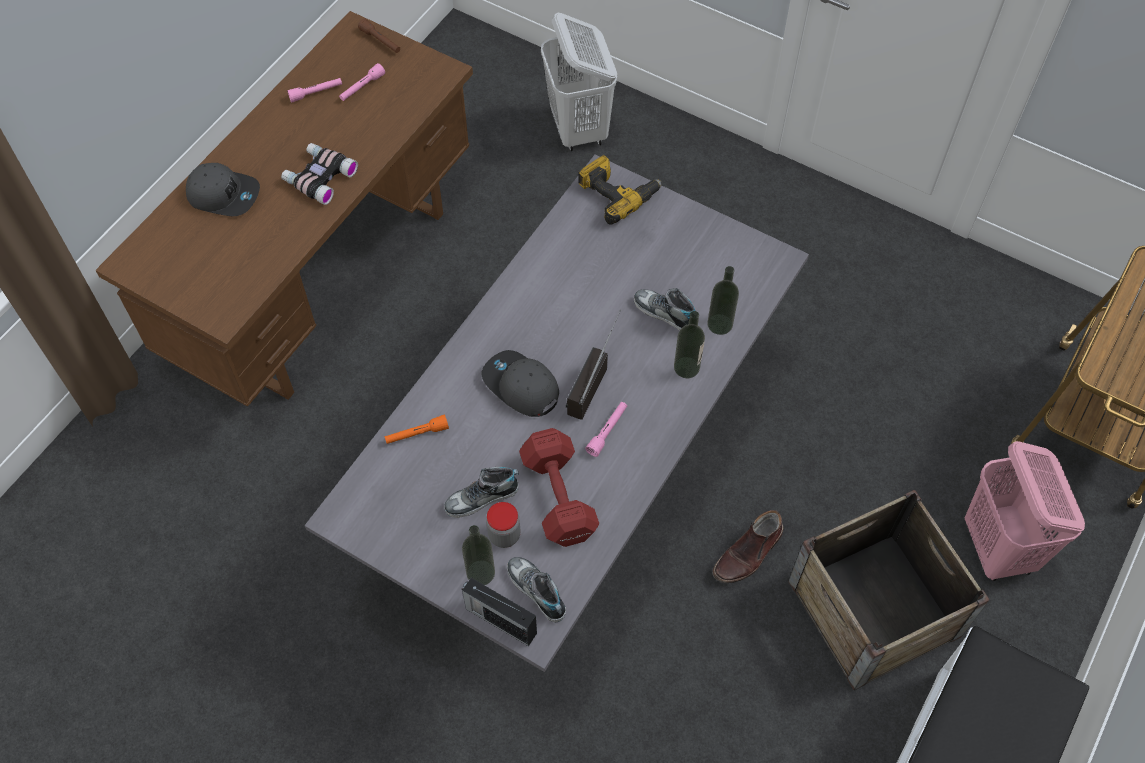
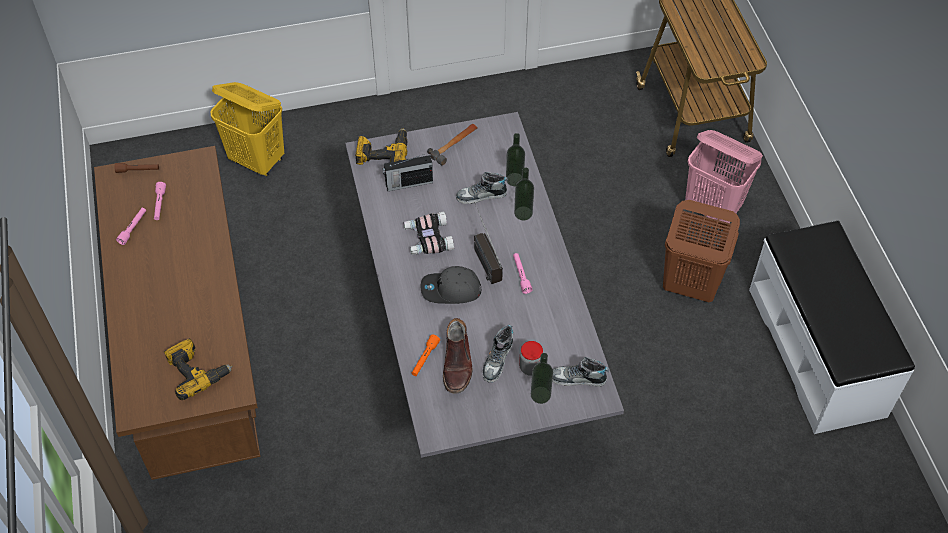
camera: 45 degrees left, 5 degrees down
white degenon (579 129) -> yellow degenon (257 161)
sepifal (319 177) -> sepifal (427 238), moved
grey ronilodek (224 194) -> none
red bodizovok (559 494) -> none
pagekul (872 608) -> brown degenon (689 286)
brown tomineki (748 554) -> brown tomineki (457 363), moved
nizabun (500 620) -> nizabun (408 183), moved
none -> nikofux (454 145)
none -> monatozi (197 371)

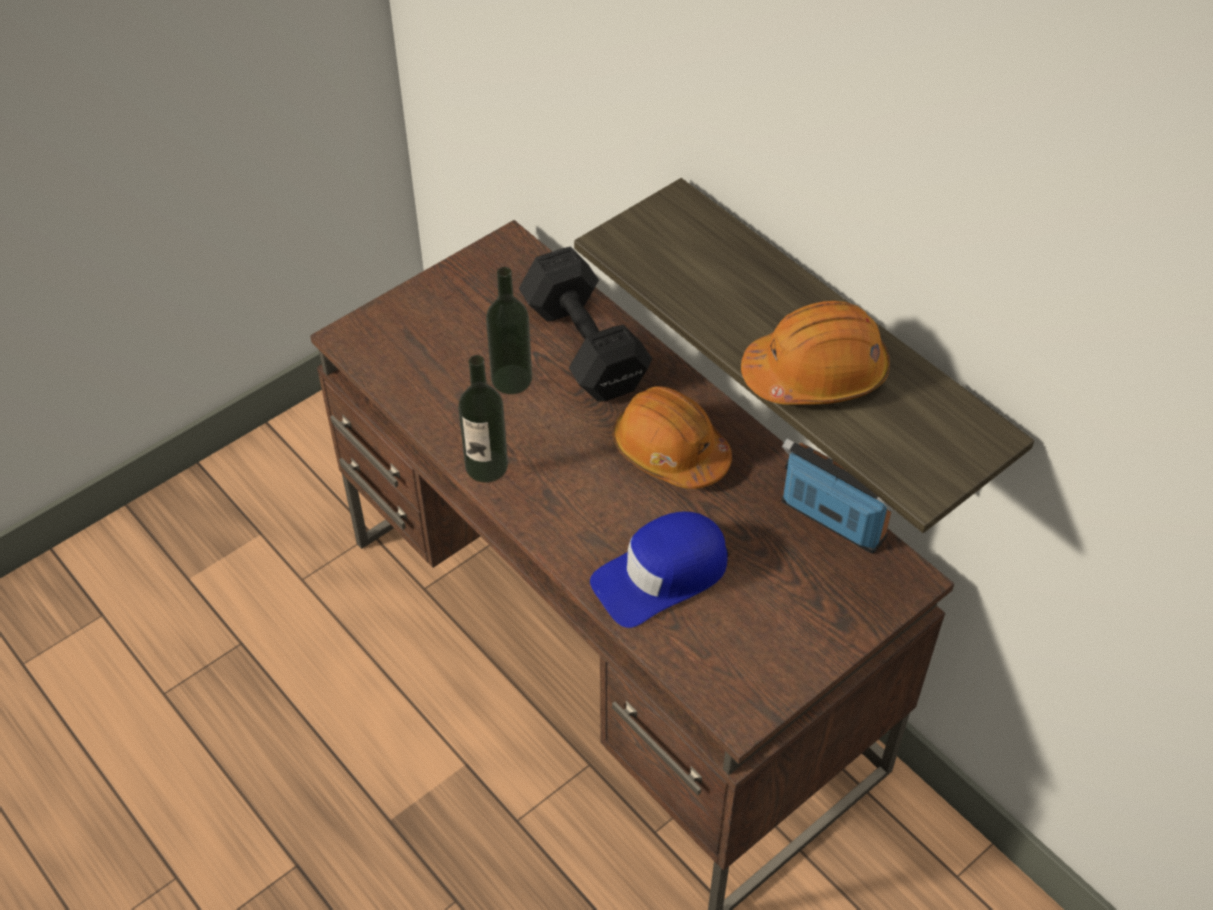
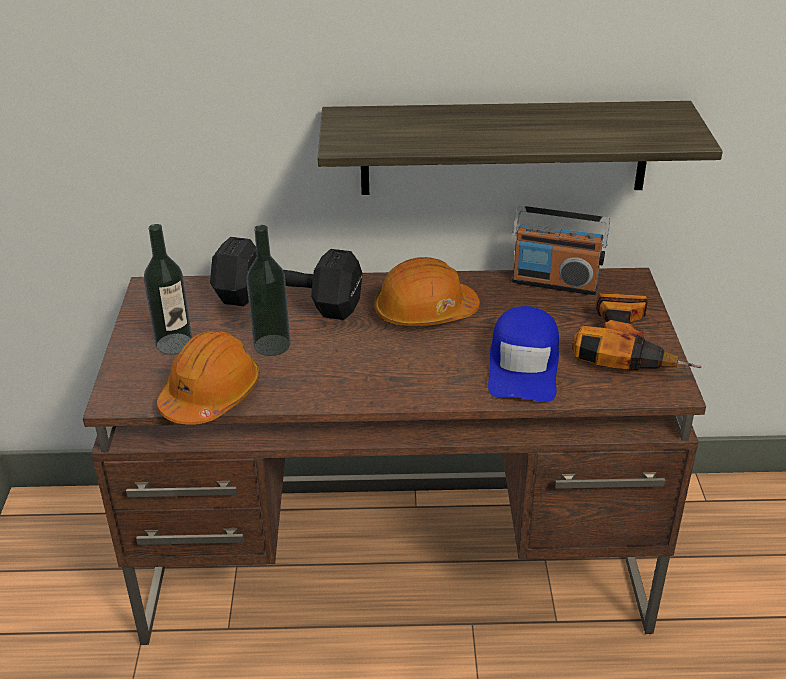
camera: 50 degrees left, 15 degrees down
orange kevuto (816 374) -> orange kevuto (211 395), moved
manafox (486 466) -> manafox (174 344), moved
nizabun (832 520) -> nizabun (555 283), 150 degrees counterclockwise
none -> monatozi (630 346)

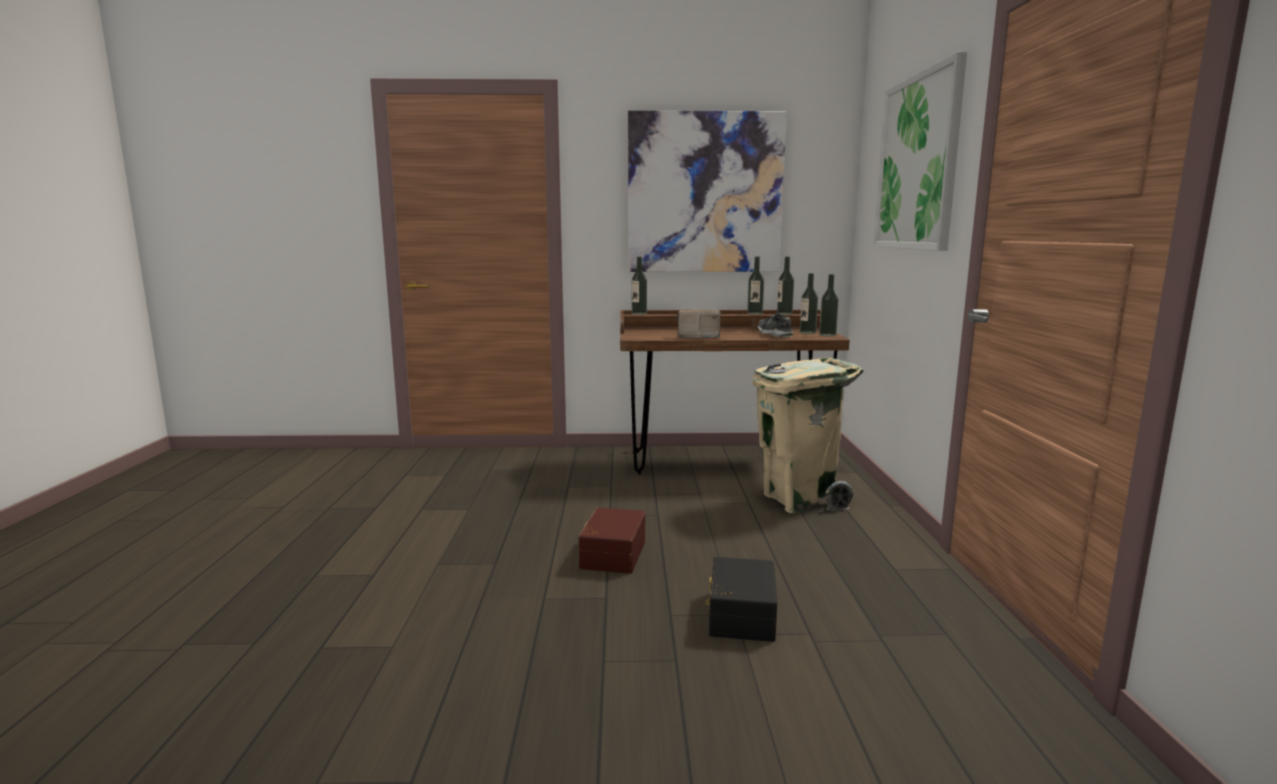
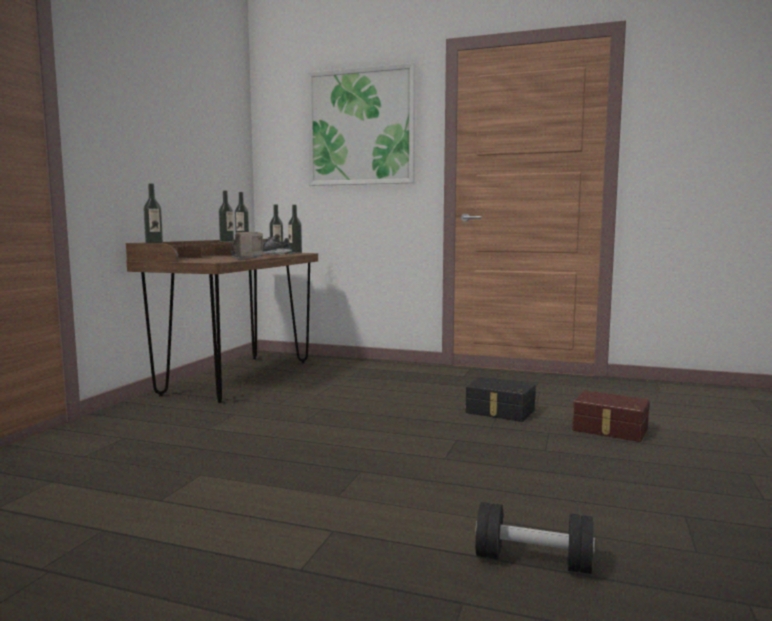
camera: 70 degrees left, 5 degrees down
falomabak (705 193) -> none
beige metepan (799 499) -> none
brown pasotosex (611 554) -> brown pasotosex (610 429), moved
none -> black bodizovok (533 561)

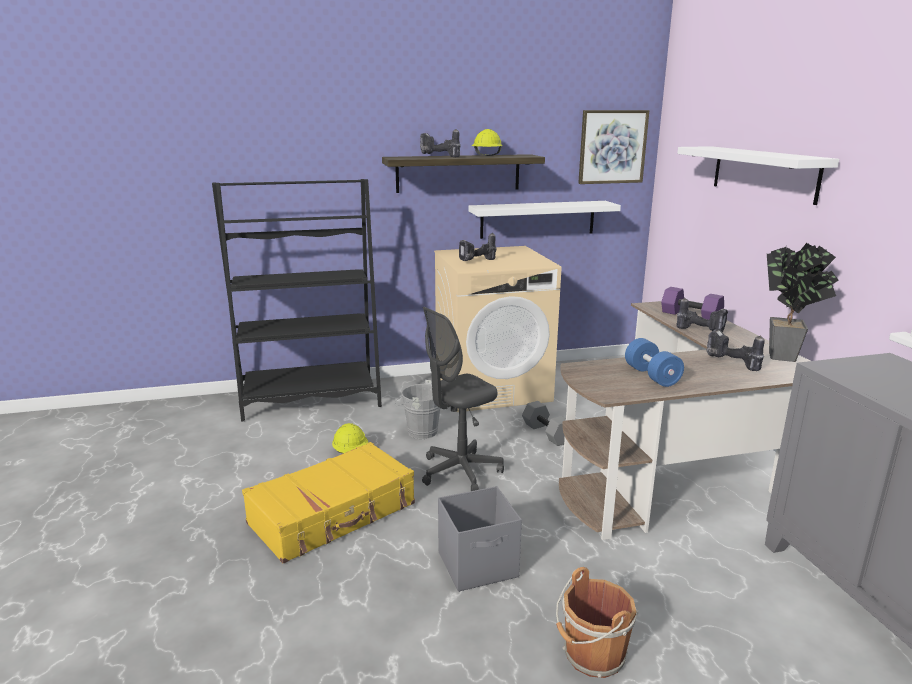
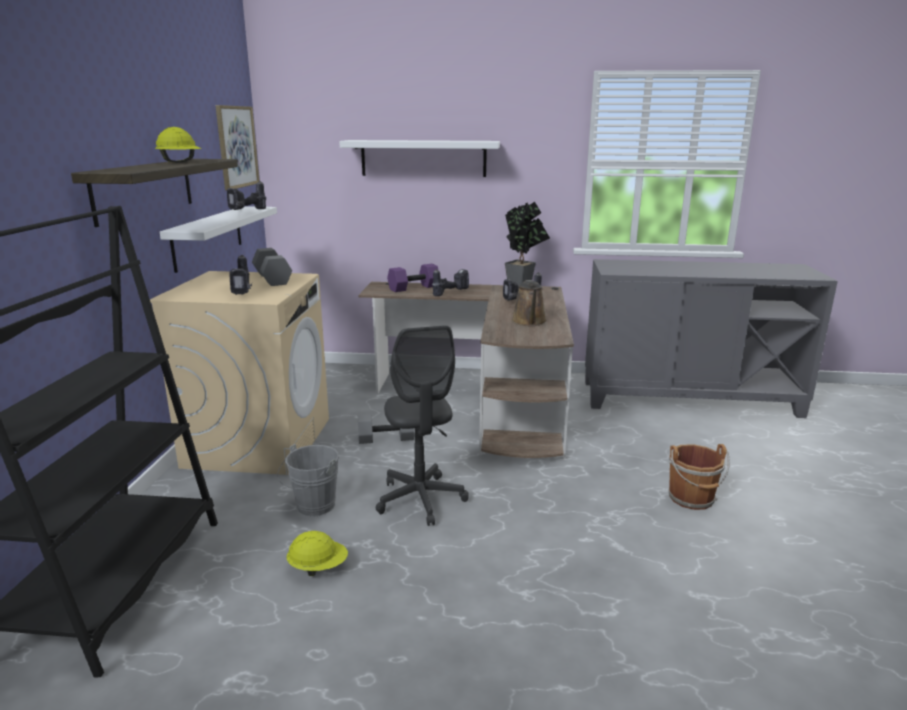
camera: 70 degrees left, 0 degrees up
monatozi (438 156) -> monatozi (248 211), moved
blue bodizovok (652 376) -> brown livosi (529 322)
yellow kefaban (333 514) -> none
grey pasotosex (479 565) -> none
none -> grey bodizovok (271 279)

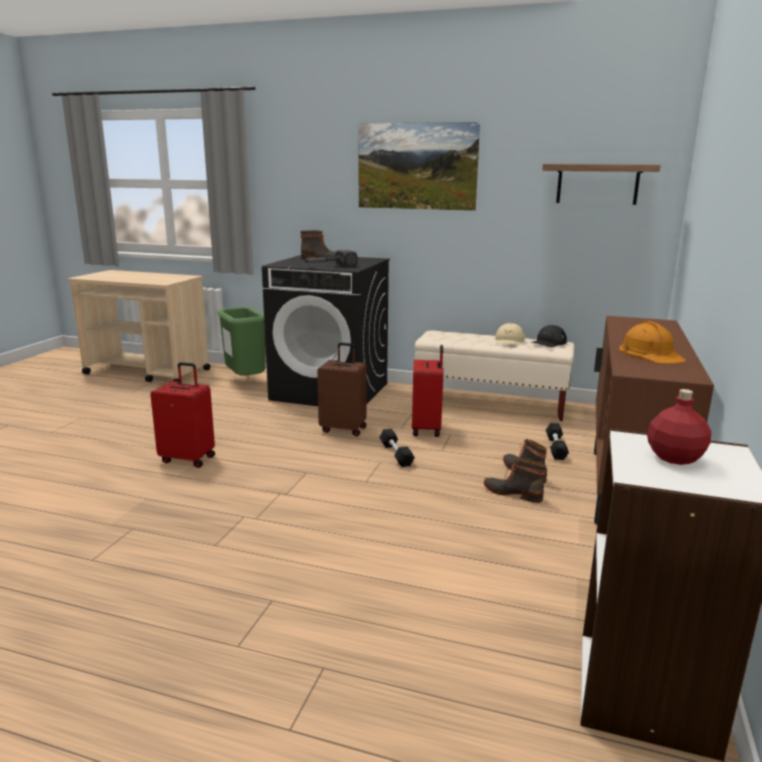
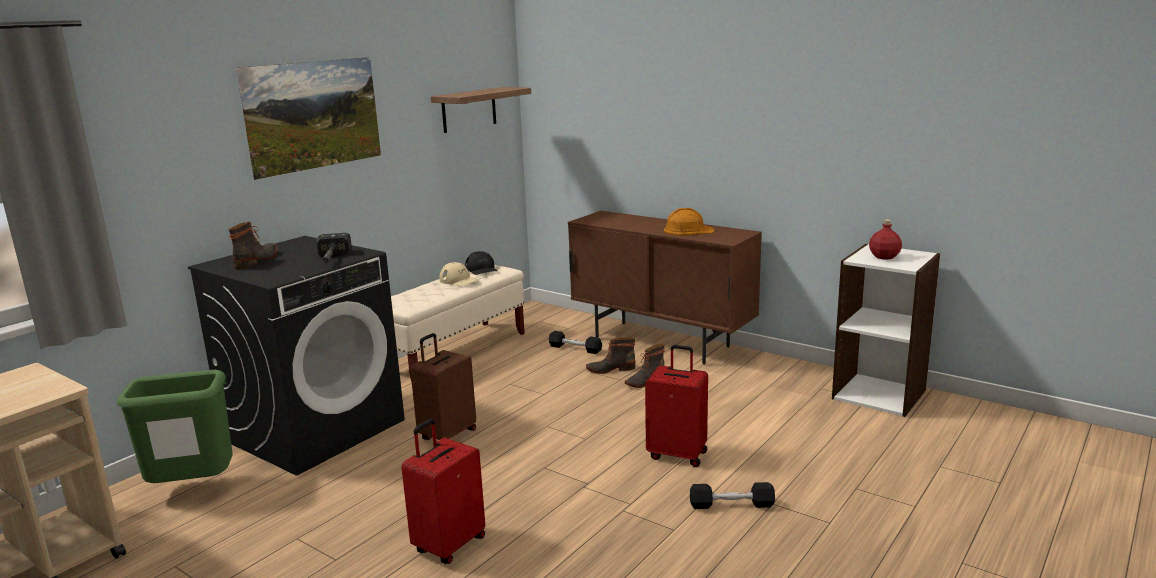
camera: 70 degrees left, 0 degrees up
red kefaban (427 429) -> red kefaban (678 454), moved
black bodizovok (396 454) -> black bodizovok (731 505), moved

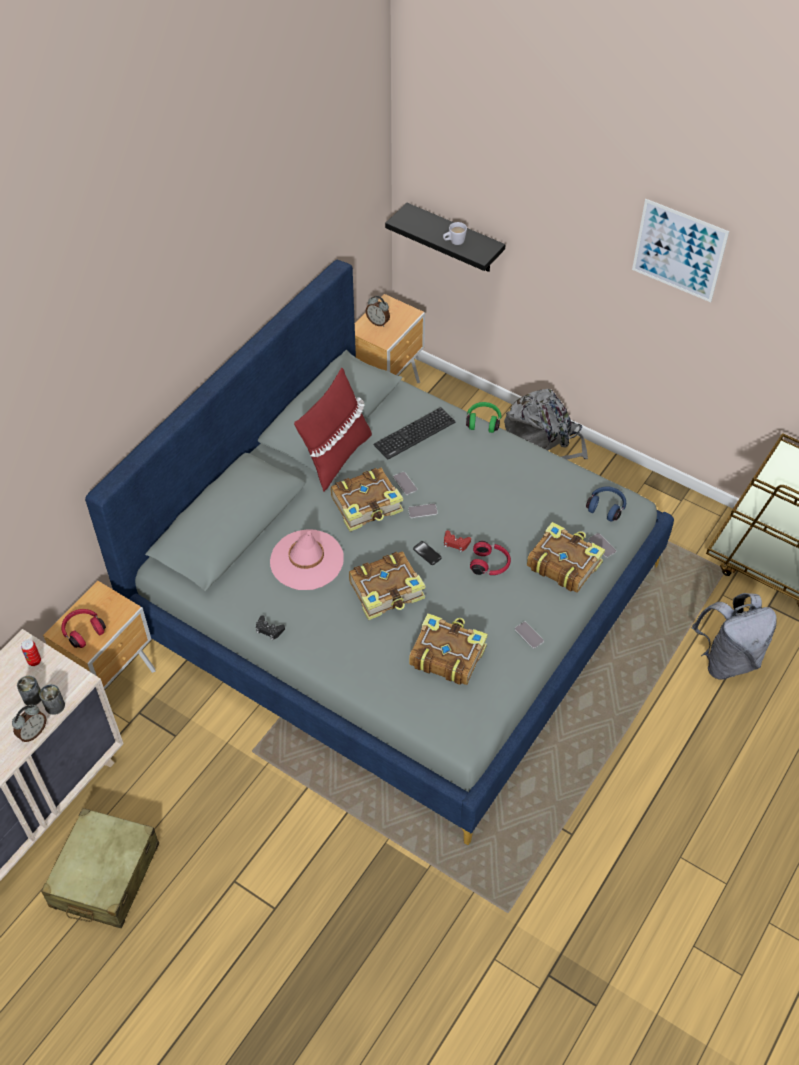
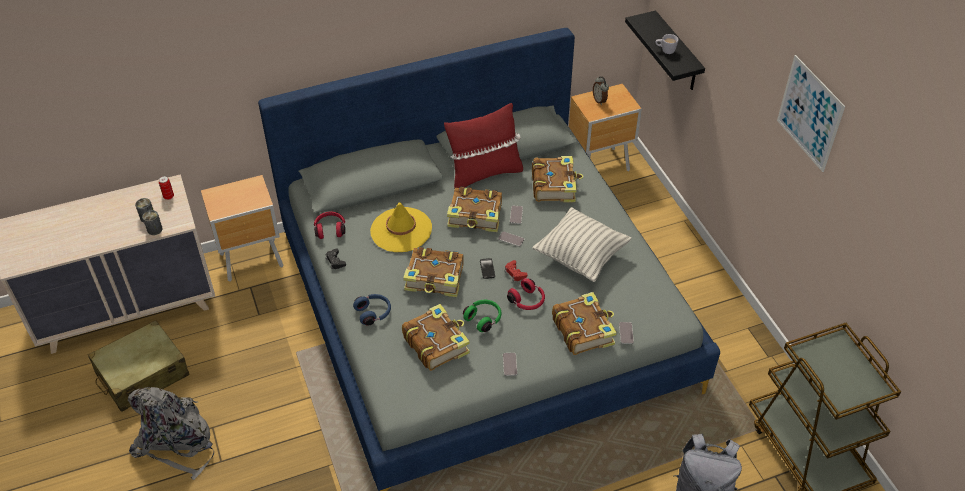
camera: 35 degrees right, 5 degrees down
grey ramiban (541 445) -> grey ramiban (176 442), moved
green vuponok (483 421) -> green vuponok (484 319), moved
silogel (414 433) -> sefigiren (554 185)
blue vuponok (606 507) -> blue vuponok (374 313), moved
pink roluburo (306 560) -> yellow roluburo (401 230)
red vuponok (83 631) -> red vuponok (330 229), moved
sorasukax (33 732) -> none
none -> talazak (580 257)

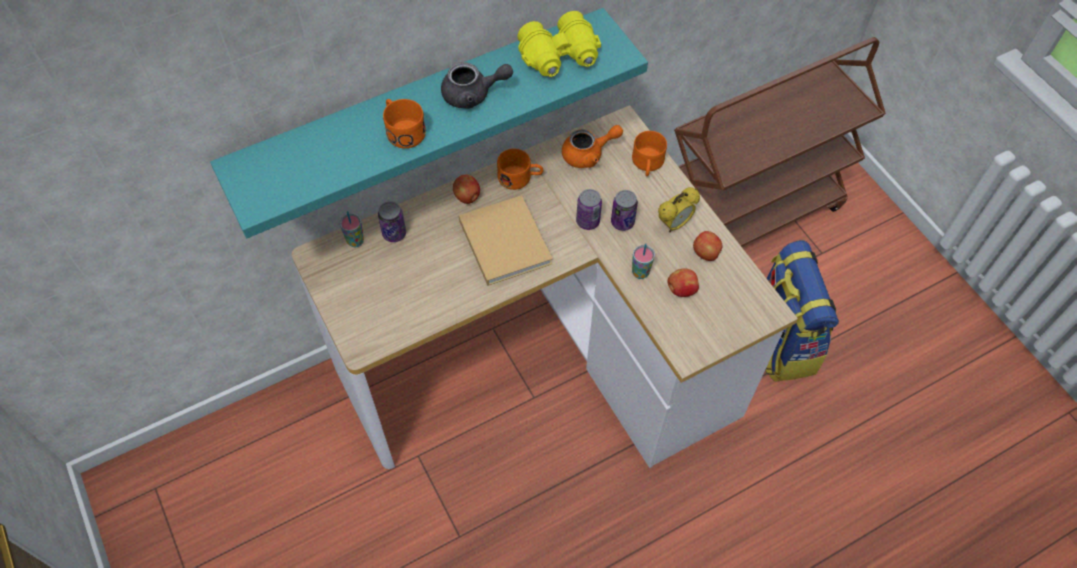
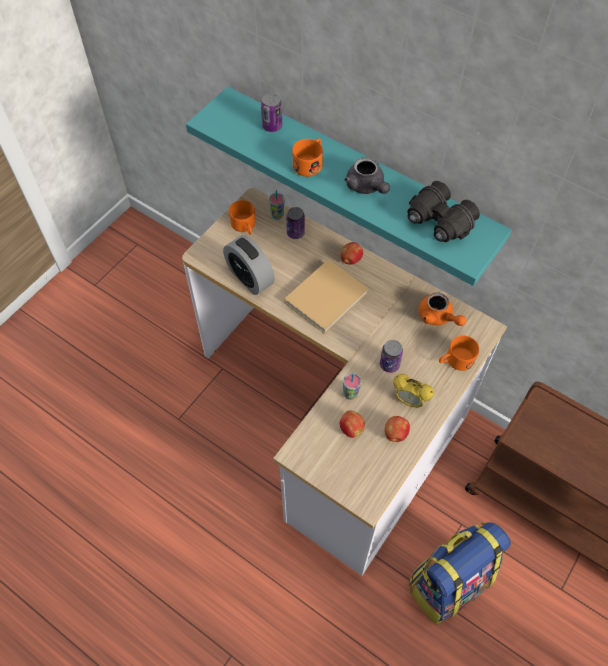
camera: 65 degrees right, 0 degrees up
yellow sepifal (560 57) -> black sepifal (438 222)
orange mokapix (520 178) -> orange mokapix (245 227), moved
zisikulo (588 221) -> zisikulo (272 126), moved
none -> sorasukax (250 278)

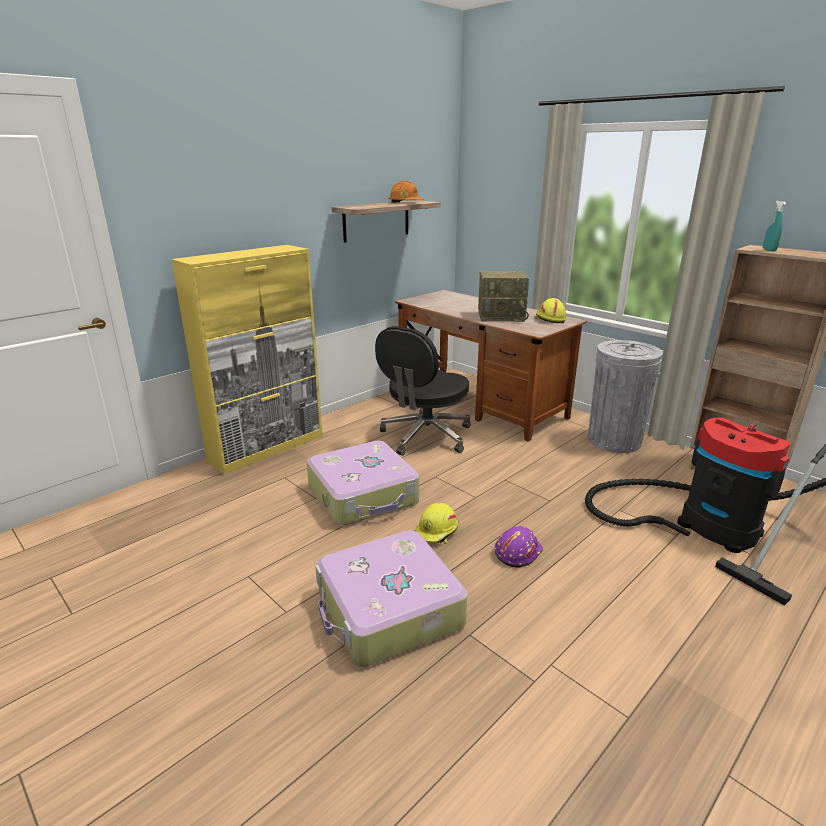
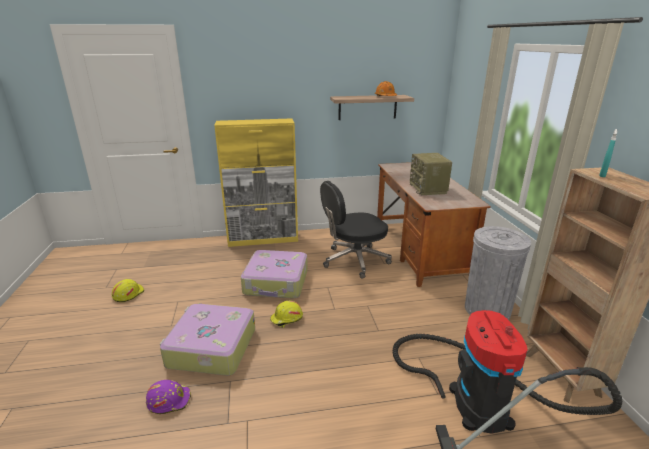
camera: 35 degrees right, 0 degrees up
nizabun (501 316) -> nizabun (428 189), 45 degrees clockwise
yellow kevuto (549 319) -> yellow kevuto (128 294), moved
purple kevuto (517 552) -> purple kevuto (169 400), moved

